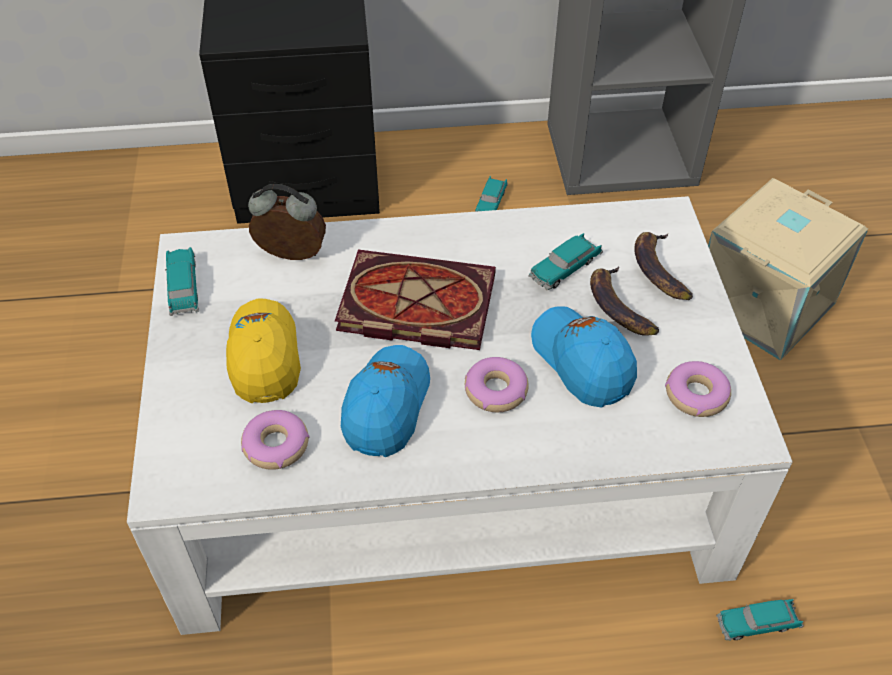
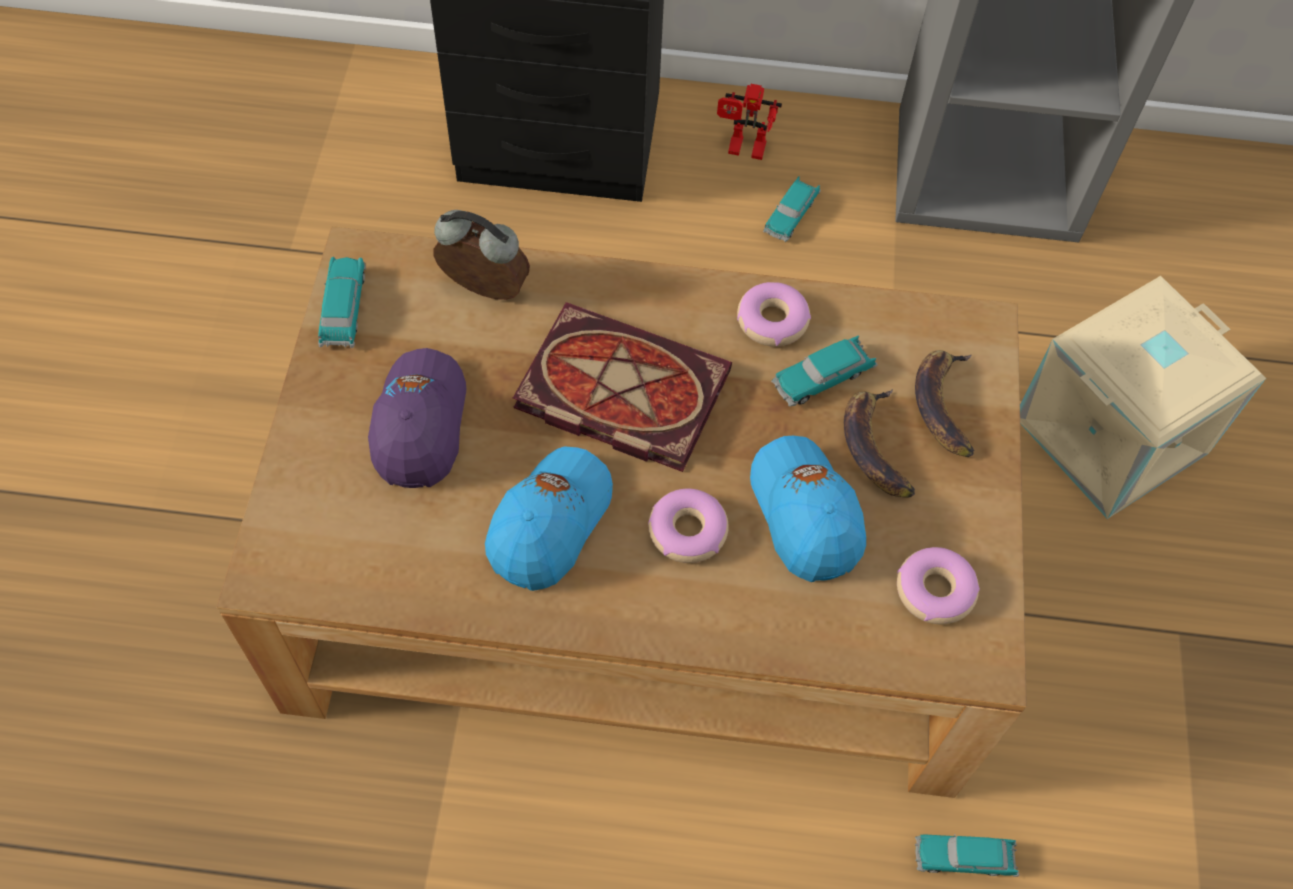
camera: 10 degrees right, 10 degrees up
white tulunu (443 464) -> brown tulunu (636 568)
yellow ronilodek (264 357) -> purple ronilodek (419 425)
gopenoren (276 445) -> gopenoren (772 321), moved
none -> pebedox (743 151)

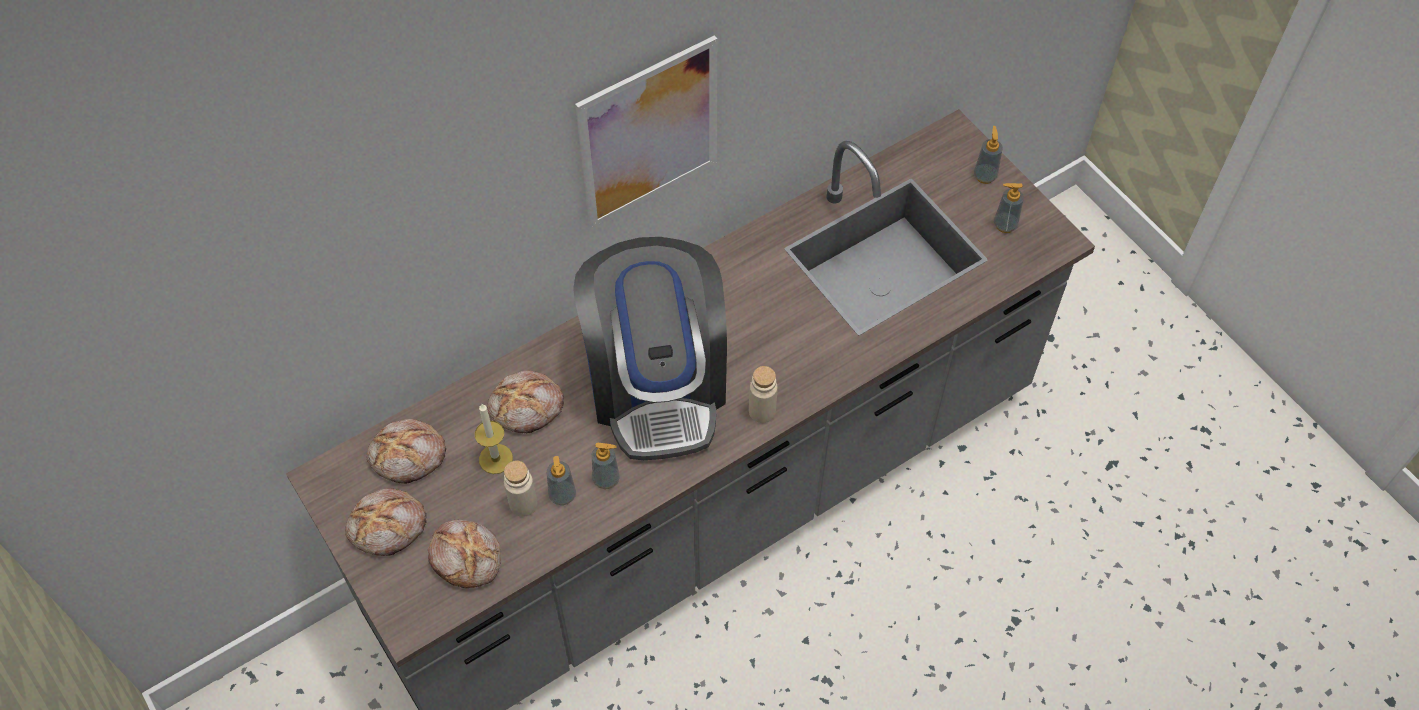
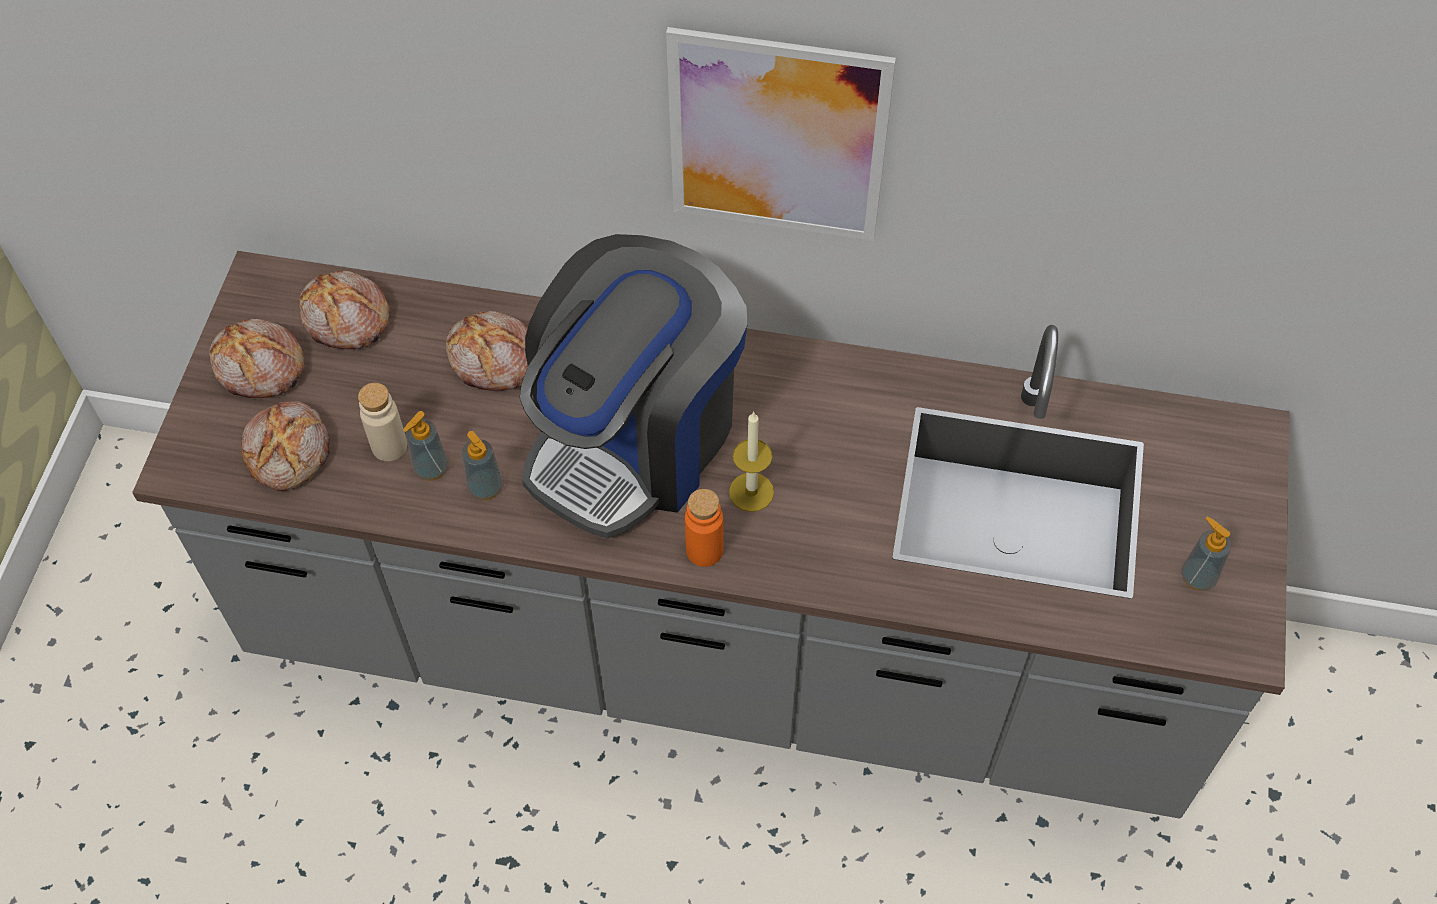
camera: 45 degrees right, 0 degrees up
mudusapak (985 176) -> none
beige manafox (762 411) -> orange manafox (704 550)
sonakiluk (495 459) -> sonakiluk (751 492), moved

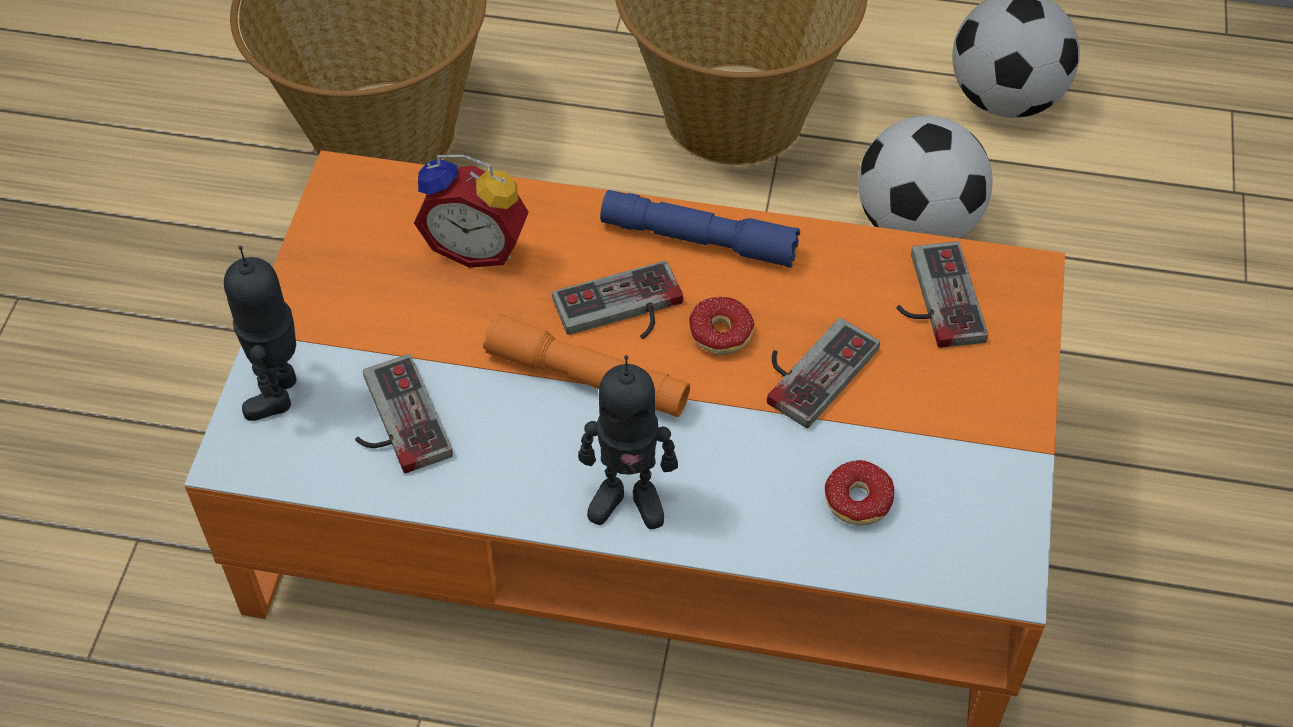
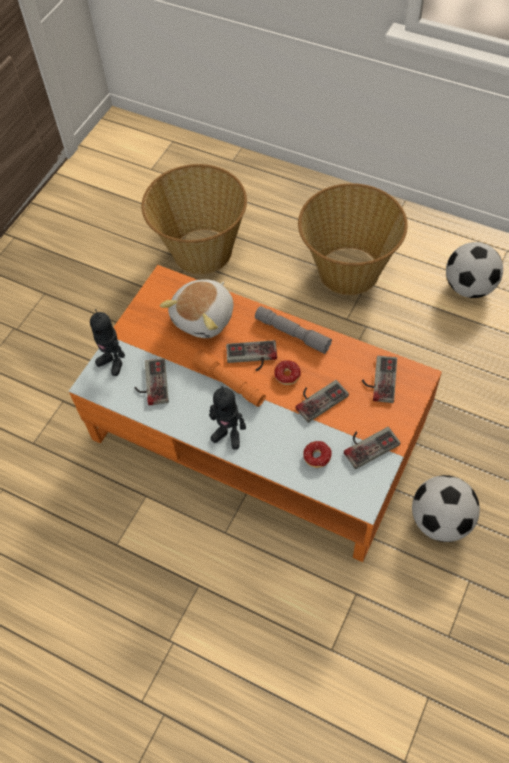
camera: 20 degrees right, 5 degrees up
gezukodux (916 226) -> gezukodux (440 520), moved
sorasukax (478 246) -> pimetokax (205 318)
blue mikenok (698 239) -> grey mikenok (292 333)
pebedox (279 392) -> pebedox (112 362), 75 degrees counterclockwise
none -> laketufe (368 443)

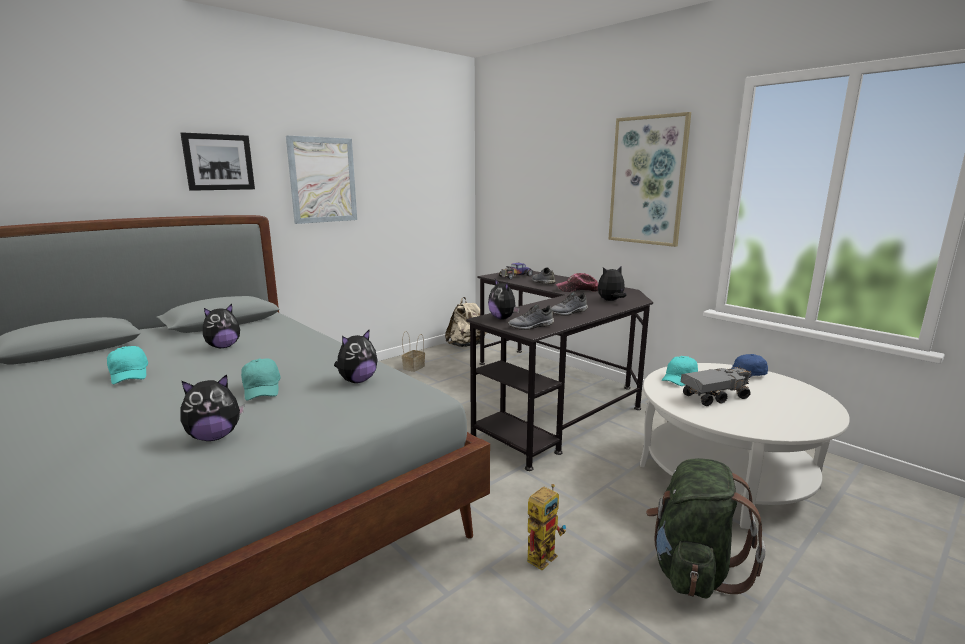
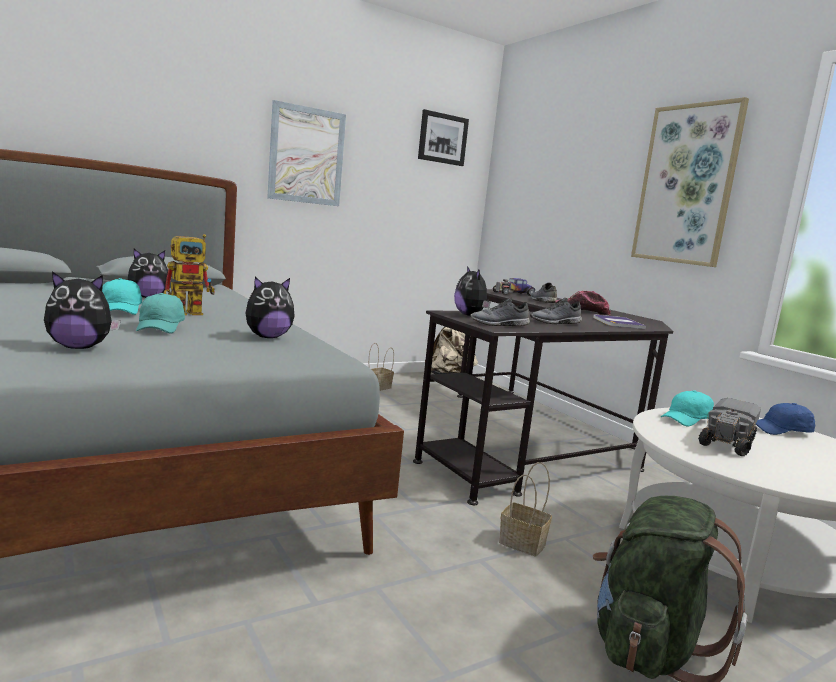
camera: 10 degrees right, 5 degrees down
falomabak (218 162) -> falomabak (442 138), moved
pimetokax (610 301) -> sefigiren (617 323)
turquoise ronilodek (129 374) -> turquoise ronilodek (121 310), moved
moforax (715 397) -> moforax (727 442), 135 degrees clockwise
pebedox (543 553) -> pebedox (193 312), moved
none -> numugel (524 543)

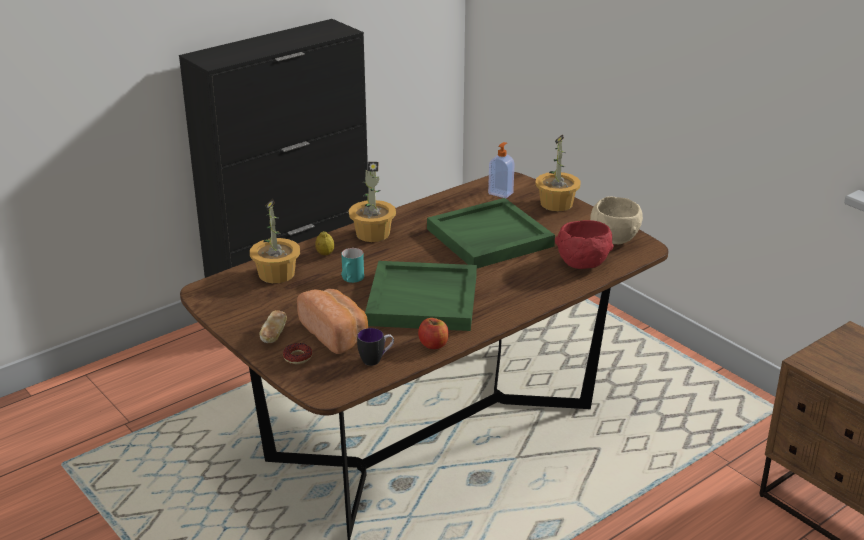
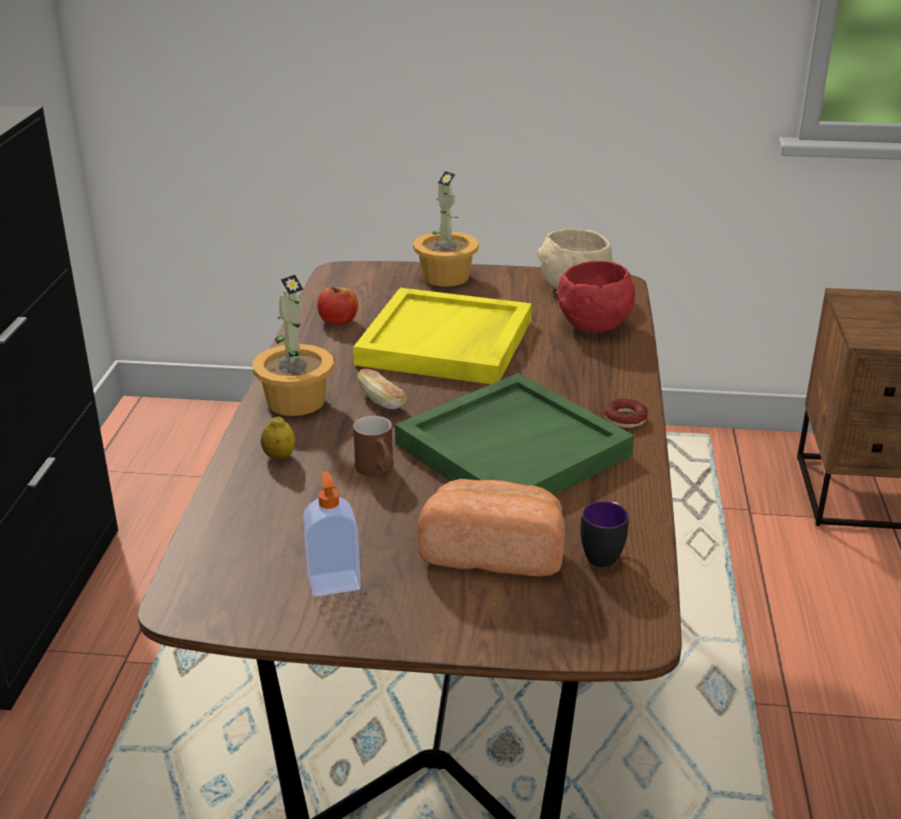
camera: 45 degrees left, 0 degrees up
mudusapak (501 193) -> mudusapak (333 582), moved
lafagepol (277 274) -> none
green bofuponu (489 238) -> yellow bofuponu (446 343)
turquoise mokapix (351 280) -> brown mokapix (378 472)
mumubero (274 335) -> mumubero (381 401), moved
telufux (433 344) -> telufux (338 321), moved
gopenoren (297 357) -> gopenoren (625 419), moved

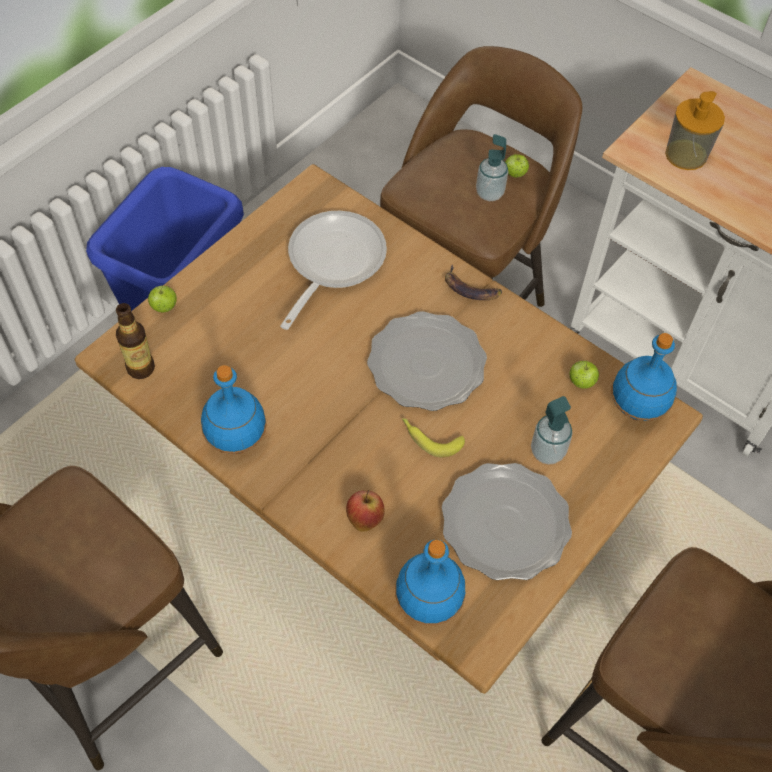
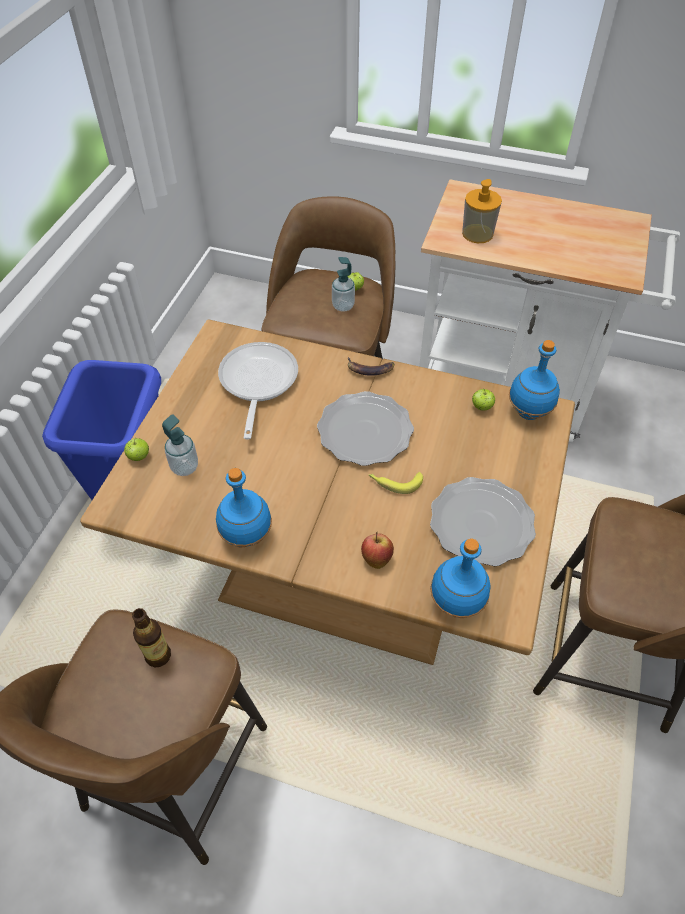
camera: 20 degrees left, 5 degrees down
manafox (141 368) -> manafox (158 655), moved
mudusapak (547 452) -> mudusapak (184 467), moved

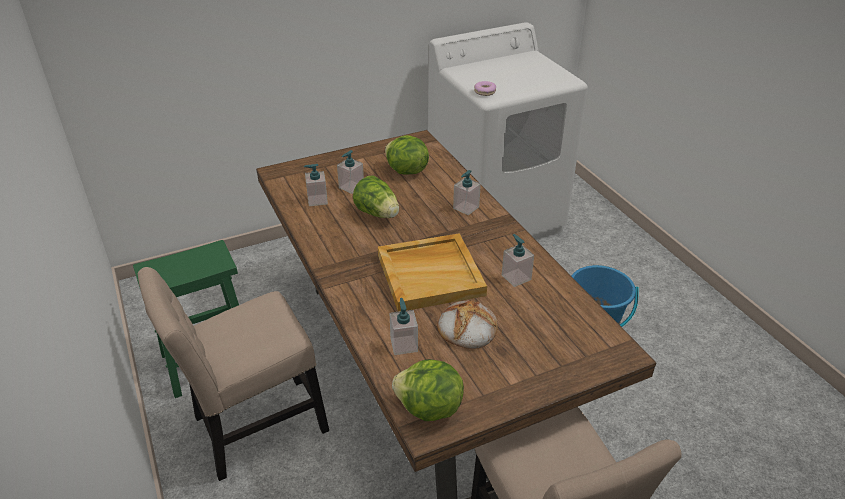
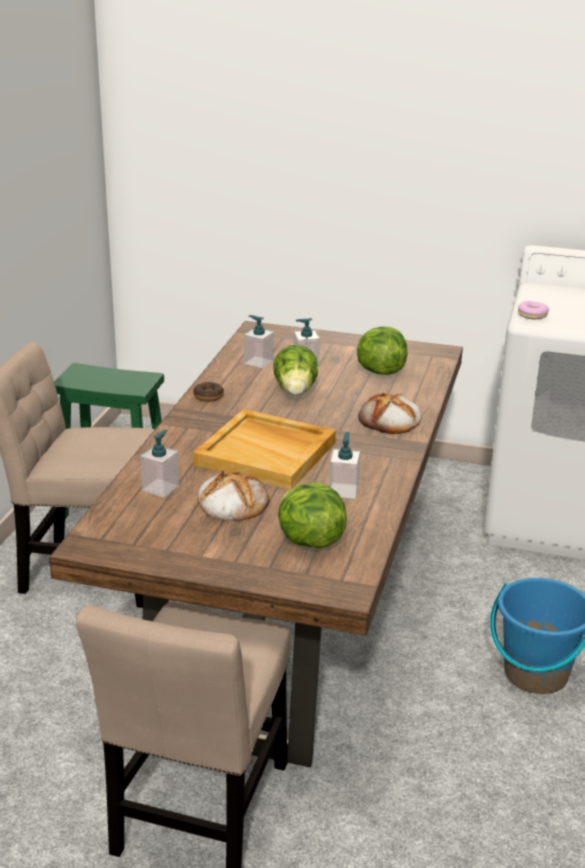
camera: 40 degrees right, 10 degrees down
mudusapak (466 208) -> mumubero (390 421)
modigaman (429 409) -> modigaman (309 541), moved
none -> gopenoren (208 396)

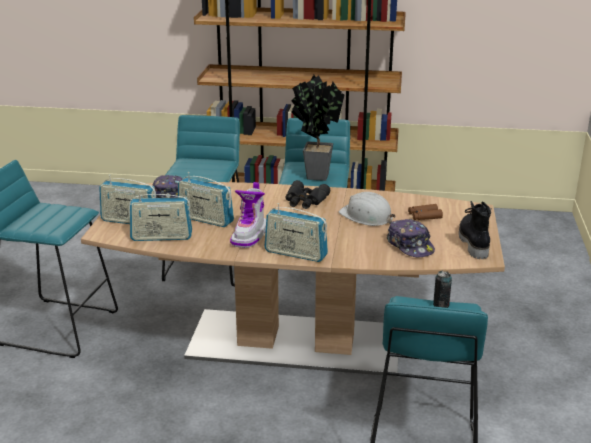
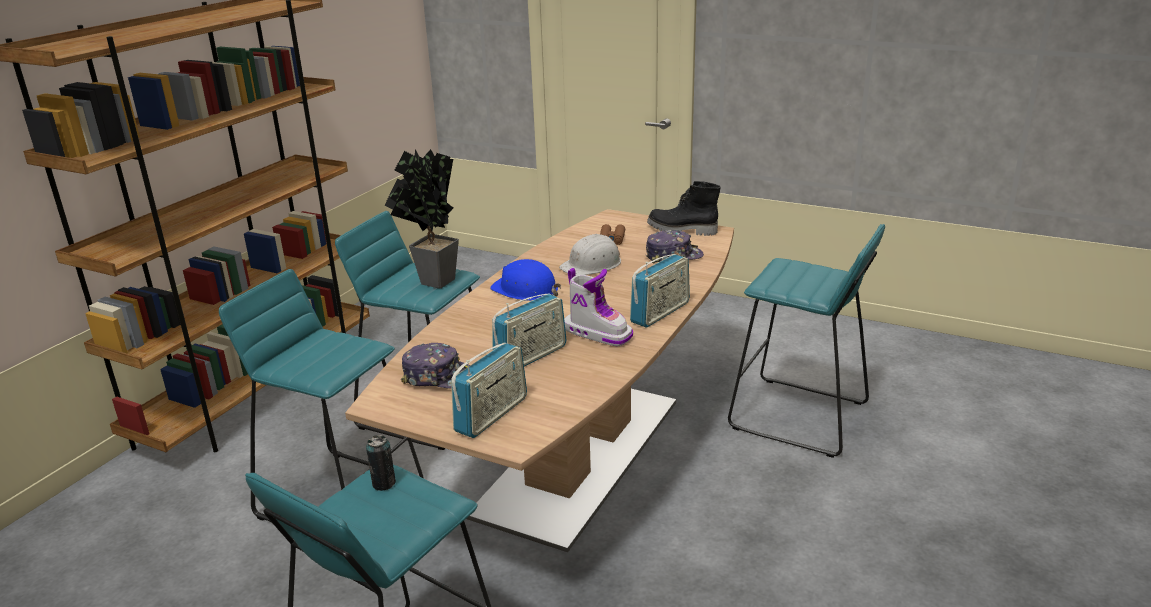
camera: 70 degrees left, 0 degrees up
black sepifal (305 201) -> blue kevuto (525 290)
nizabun (161 237) -> none
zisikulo (441 305) -> zisikulo (384 483), moved

